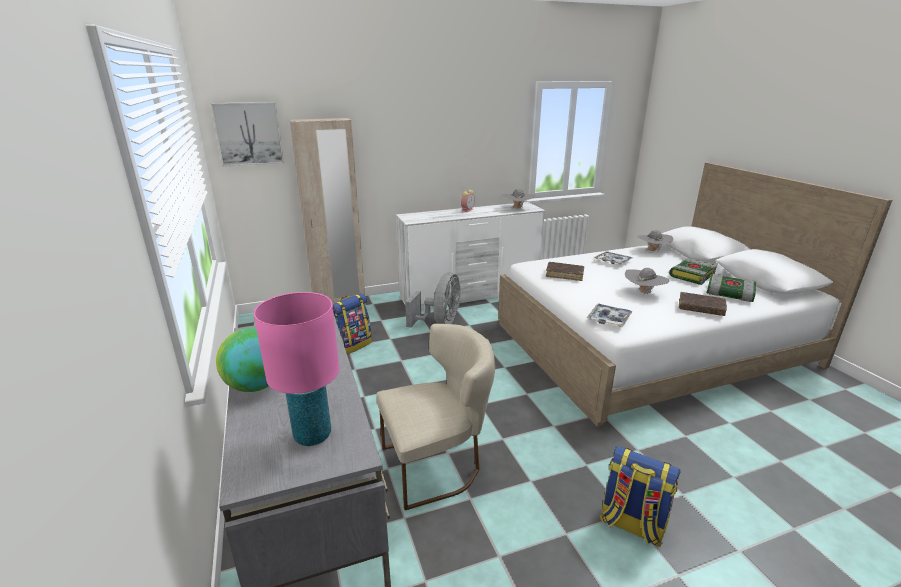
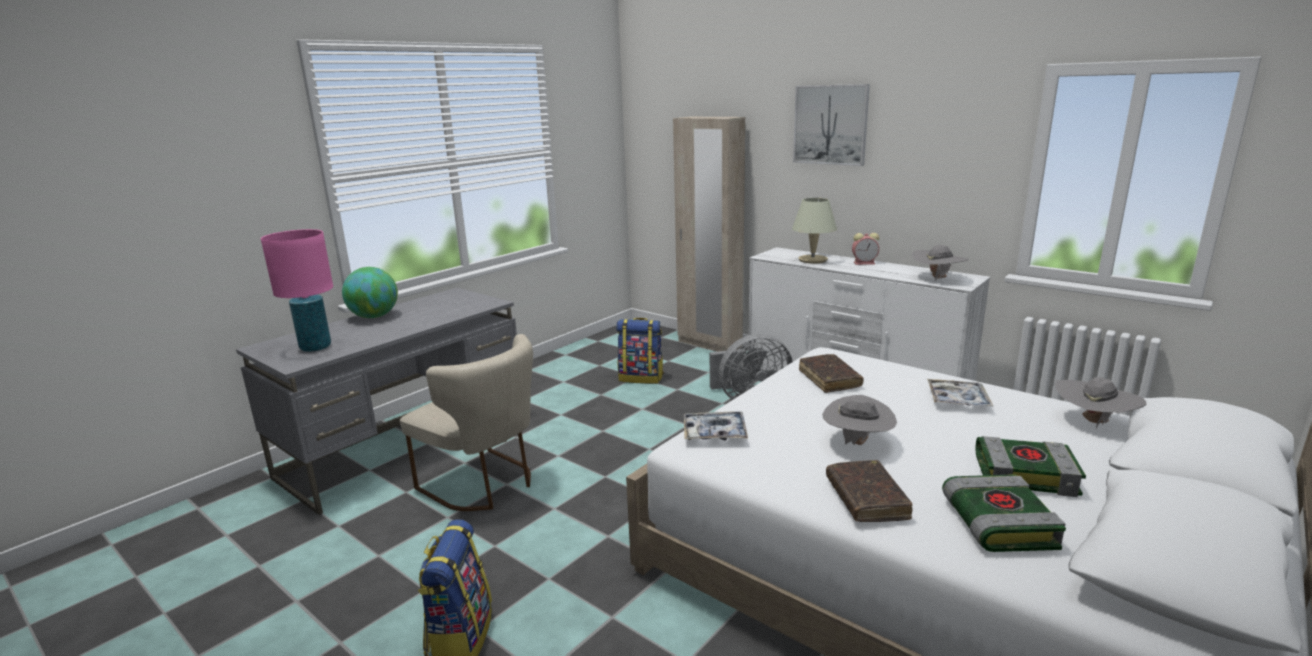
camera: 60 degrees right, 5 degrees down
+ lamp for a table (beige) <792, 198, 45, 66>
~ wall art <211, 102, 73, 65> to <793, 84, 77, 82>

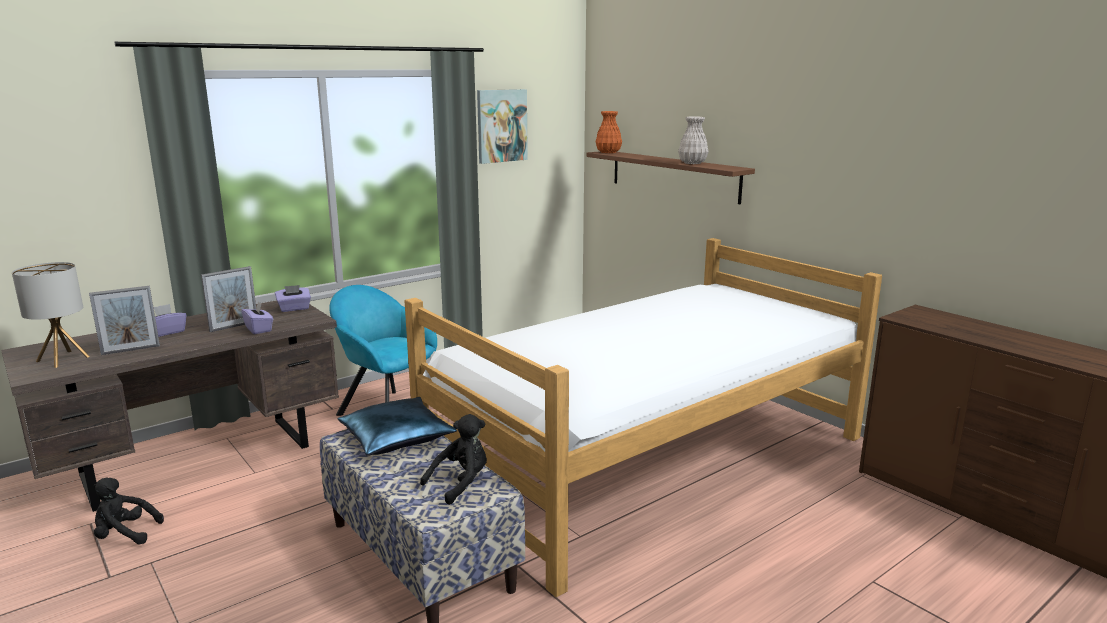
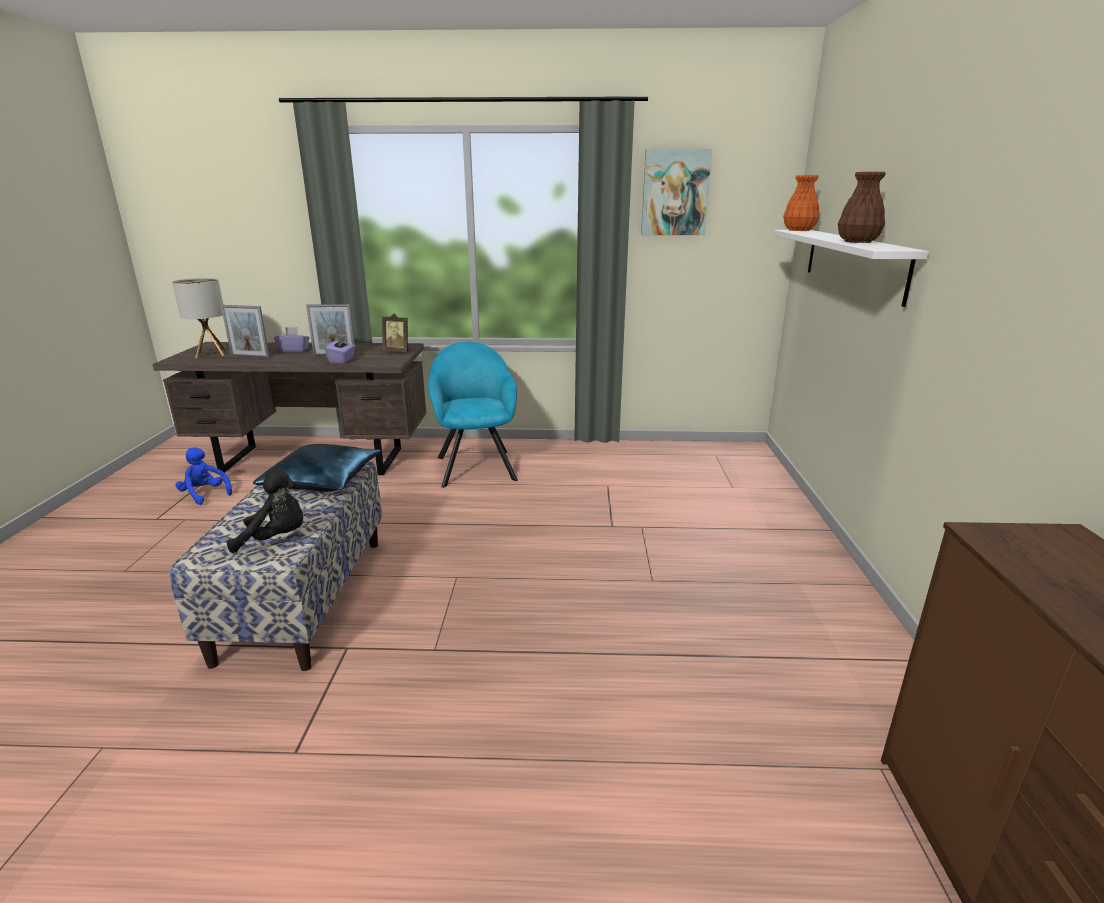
camera: 40 degrees right, 5 degrees up
- sleeping bed <405, 238, 477, 359>
~ tissue box (purple-coloured) <275, 285, 36, 27> to picture frame <382, 313, 29, 39>
~ plush toy (black-coloured) <94, 478, 70, 67> to plush toy (blue-coloured) <176, 447, 56, 58>
~ wall shelf (brown) <587, 151, 168, 53> to wall shelf (white-coloured) <773, 230, 156, 77>
~ vase (white-coloured) <678, 116, 31, 48> to vase (brown) <838, 172, 48, 71>

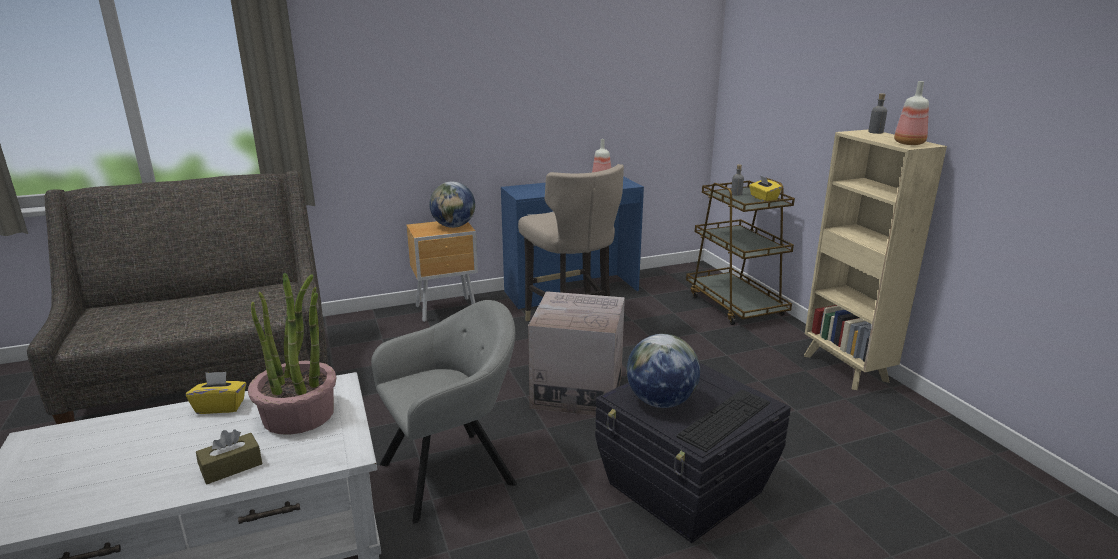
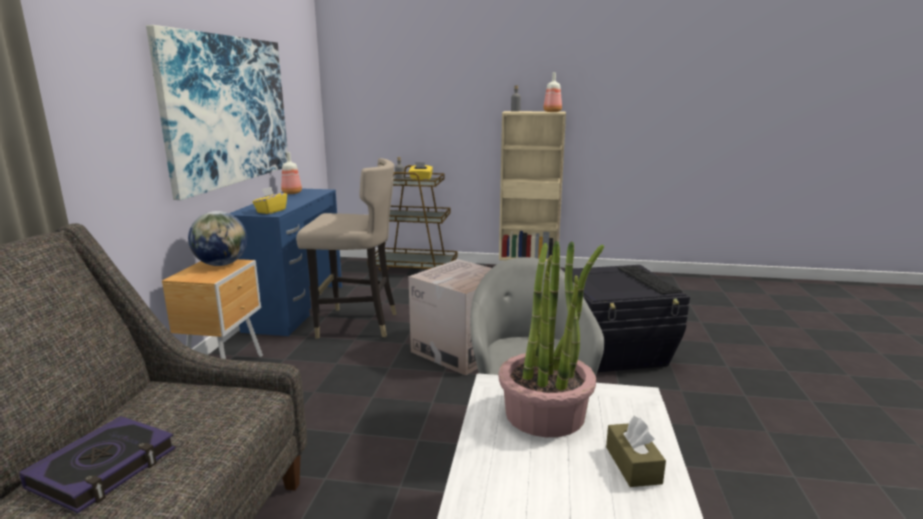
camera: 60 degrees left, 5 degrees down
- desk globe <627, 334, 73, 74>
+ volume <19, 416, 157, 97>
+ wall art <146, 25, 142, 175>
~ tissue box (yellowish) <186, 372, 60, 42> to <253, 187, 34, 27>

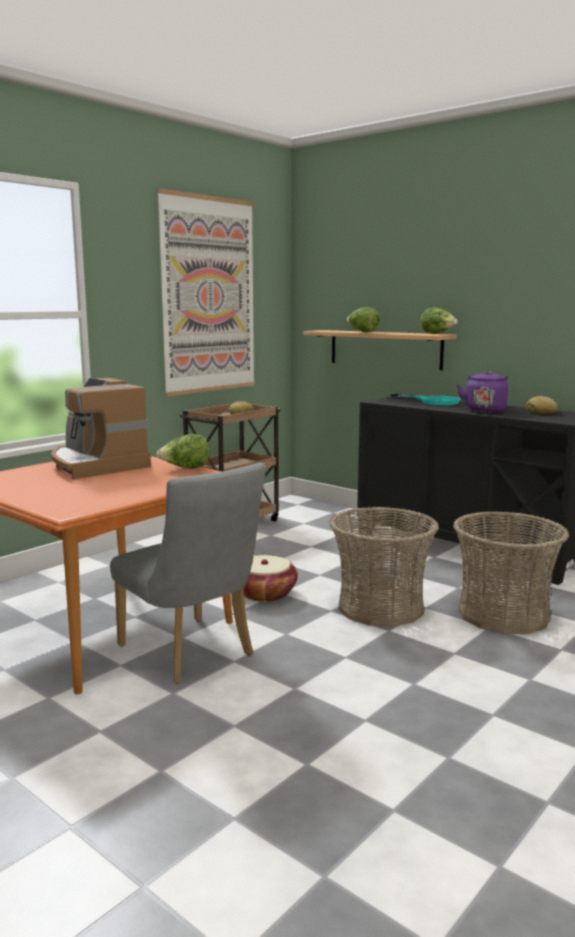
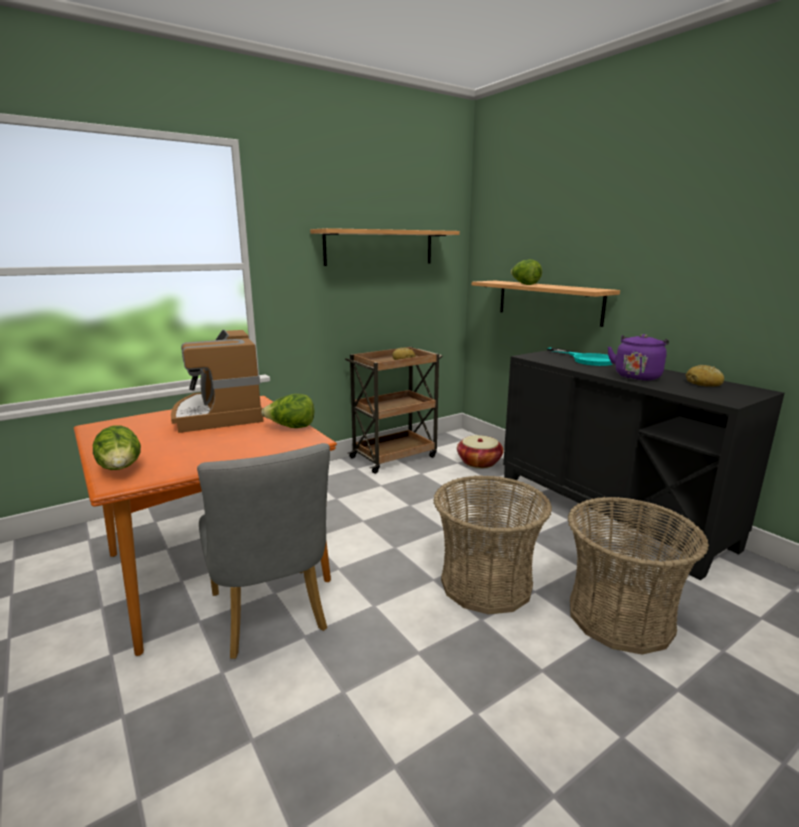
camera: 15 degrees right, 5 degrees up
~ basket <243, 555, 55, 47> to <457, 435, 47, 33>
~ head of lettuce <420, 307, 38, 27> to <93, 425, 48, 45>
~ wall art <157, 188, 98, 208> to wall shelf <310, 228, 150, 38>

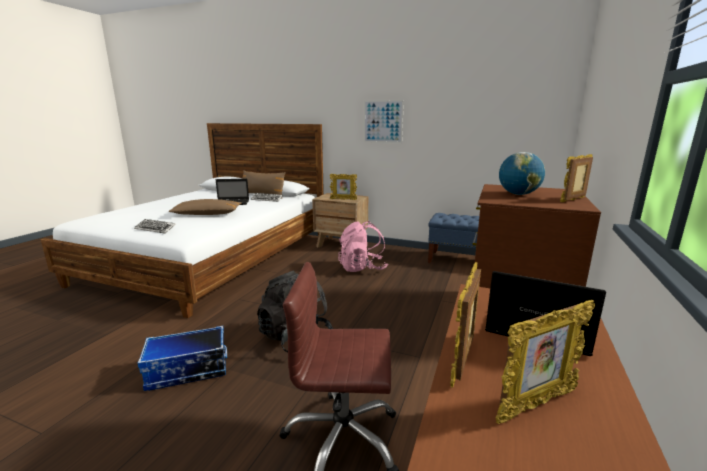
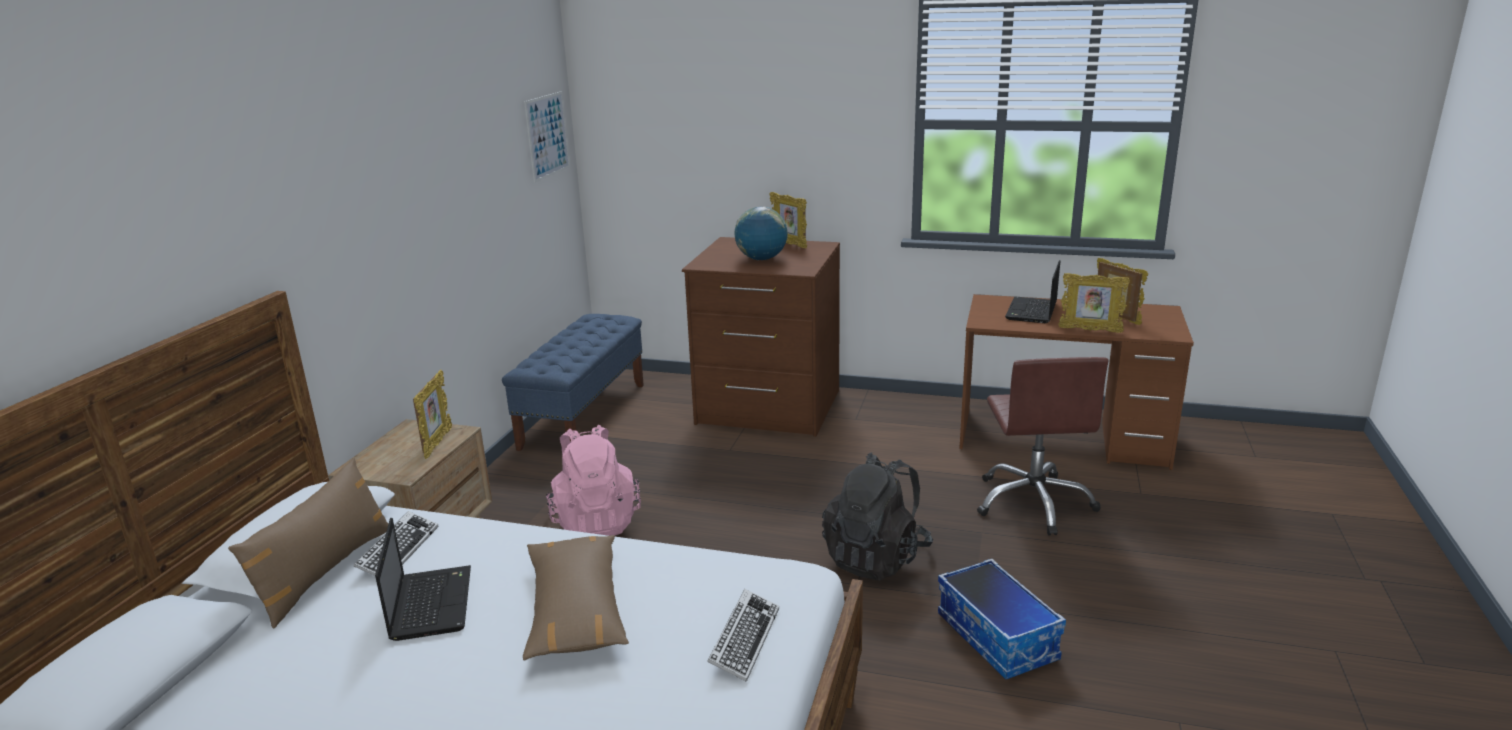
camera: 95 degrees left, 5 degrees up
~ wall art <364, 100, 40, 43> to <524, 91, 46, 92>

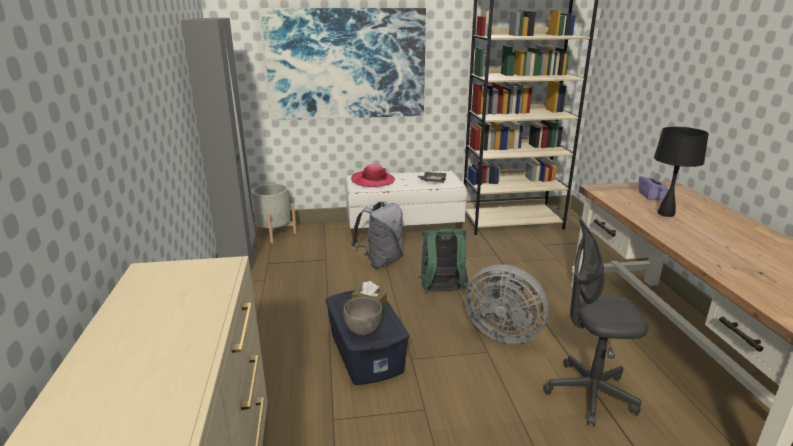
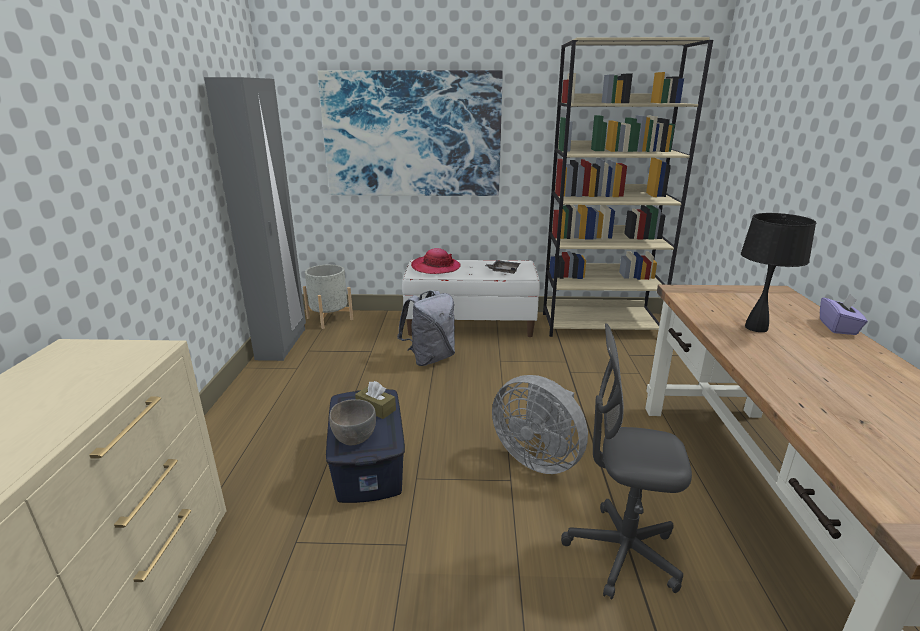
camera: 10 degrees right, 0 degrees up
- backpack (greenish) <418, 228, 50, 62>
~ tissue box (purple-coloured) <639, 173, 30, 27> to <820, 294, 48, 41>

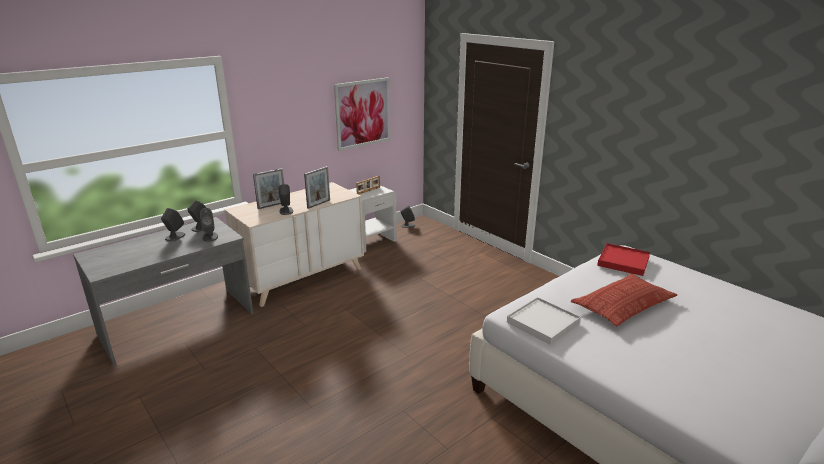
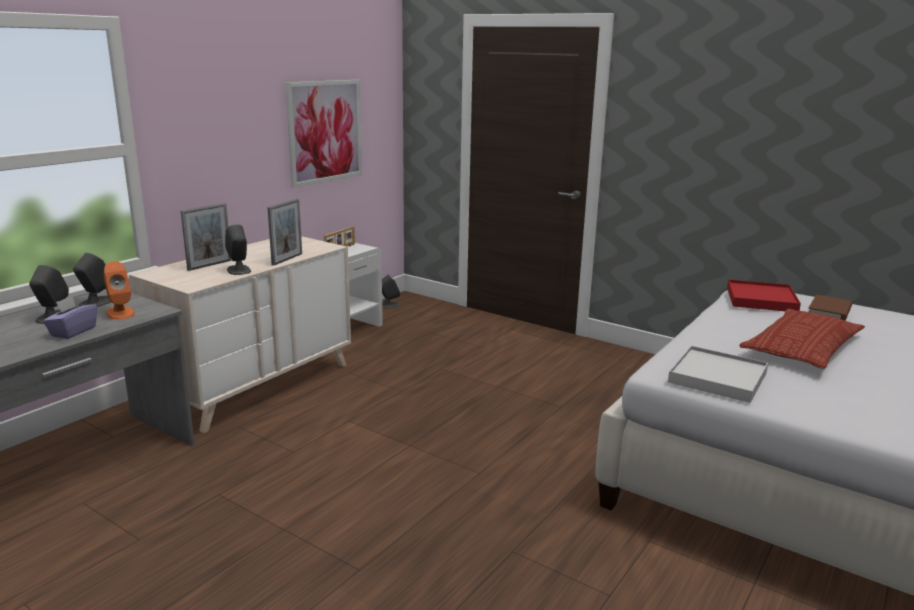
camera: 15 degrees left, 5 degrees down
+ tissue box (purple-coloured) <43, 296, 54, 43>
+ volume (brown) <808, 294, 44, 27>
~ audio speaker (gray) <200, 208, 18, 34> to audio speaker (orangey) <104, 261, 31, 59>

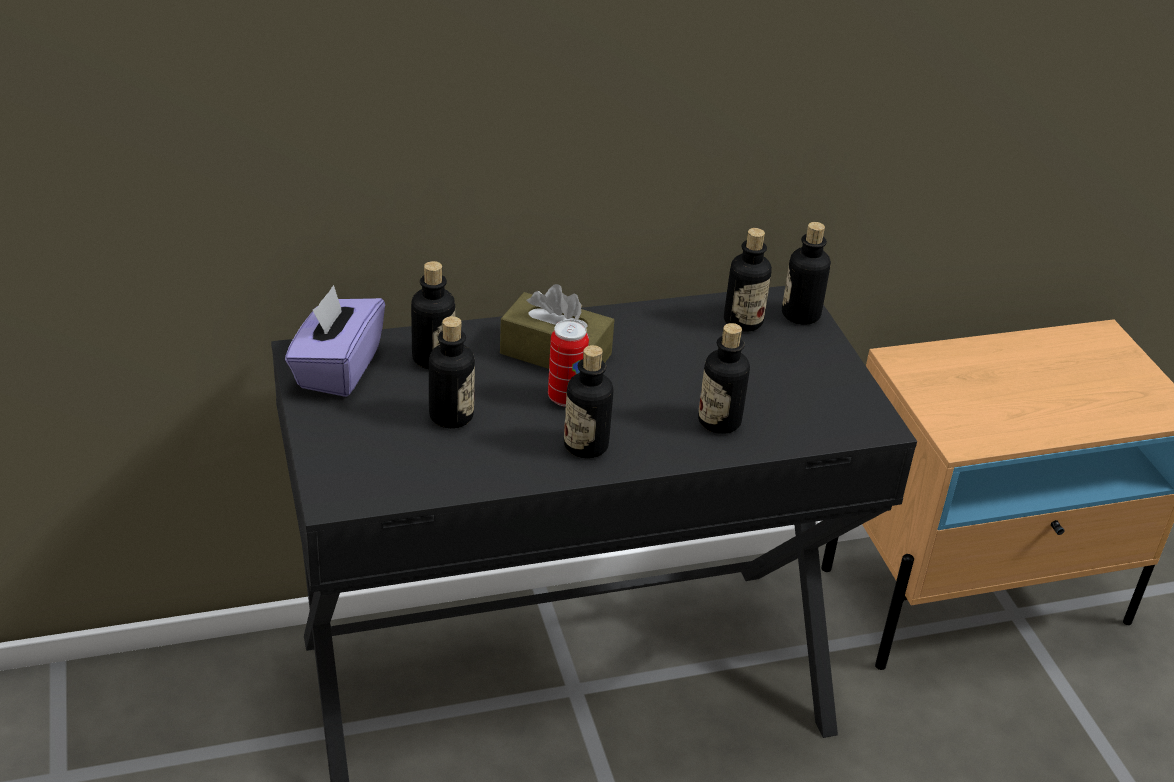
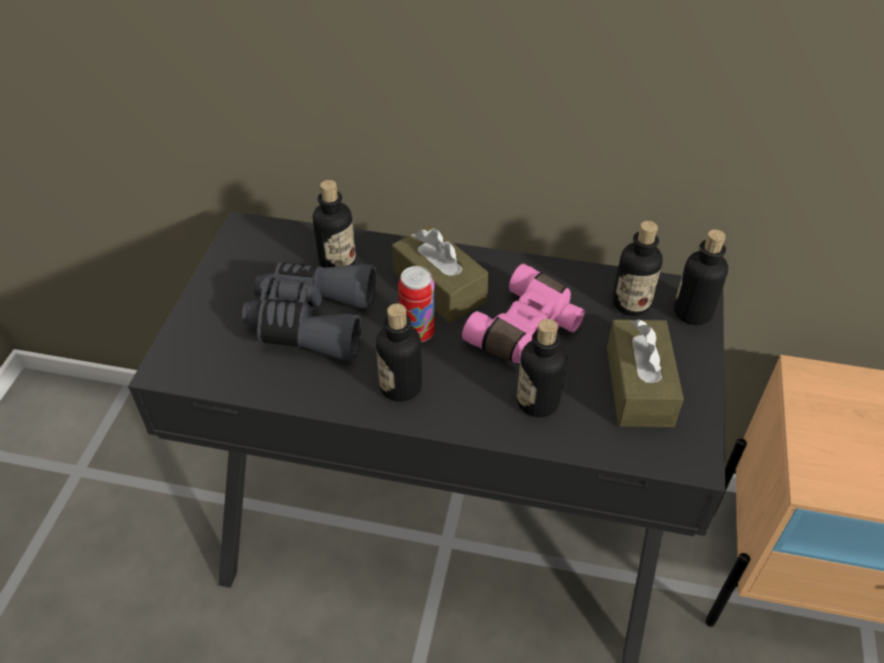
camera: 30 degrees right, 10 degrees up
- tissue box (purple-coloured) <285, 285, 100, 112>
+ binoculars (pink) <462, 264, 123, 99>
+ tissue box (brown) <607, 319, 77, 108>
~ drink bottle <429, 316, 46, 112> to binoculars (gray) <242, 262, 134, 99>

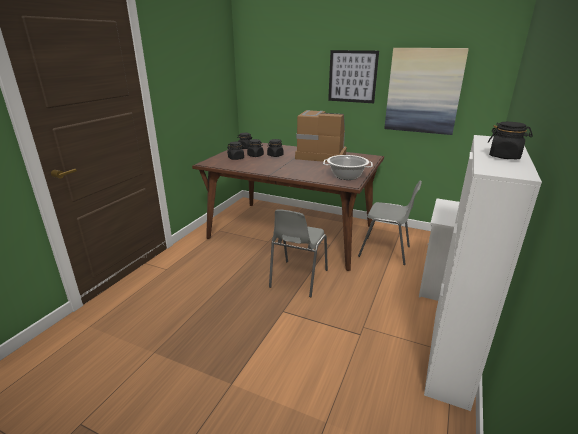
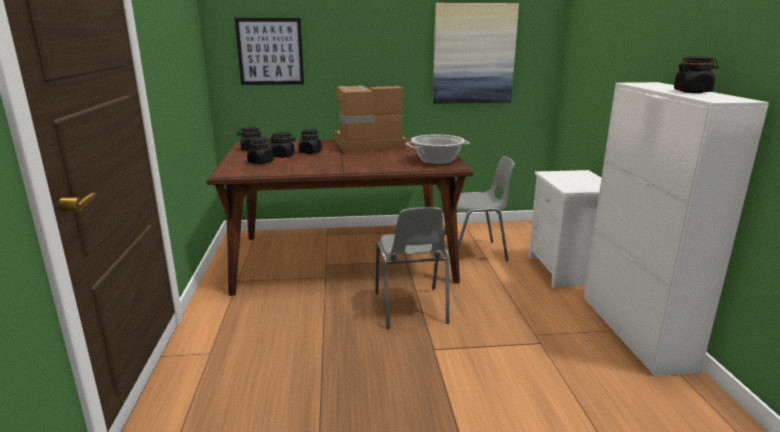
camera: 30 degrees left, 5 degrees down
~ wall art <328, 50, 51, 53> to <235, 18, 69, 67>

